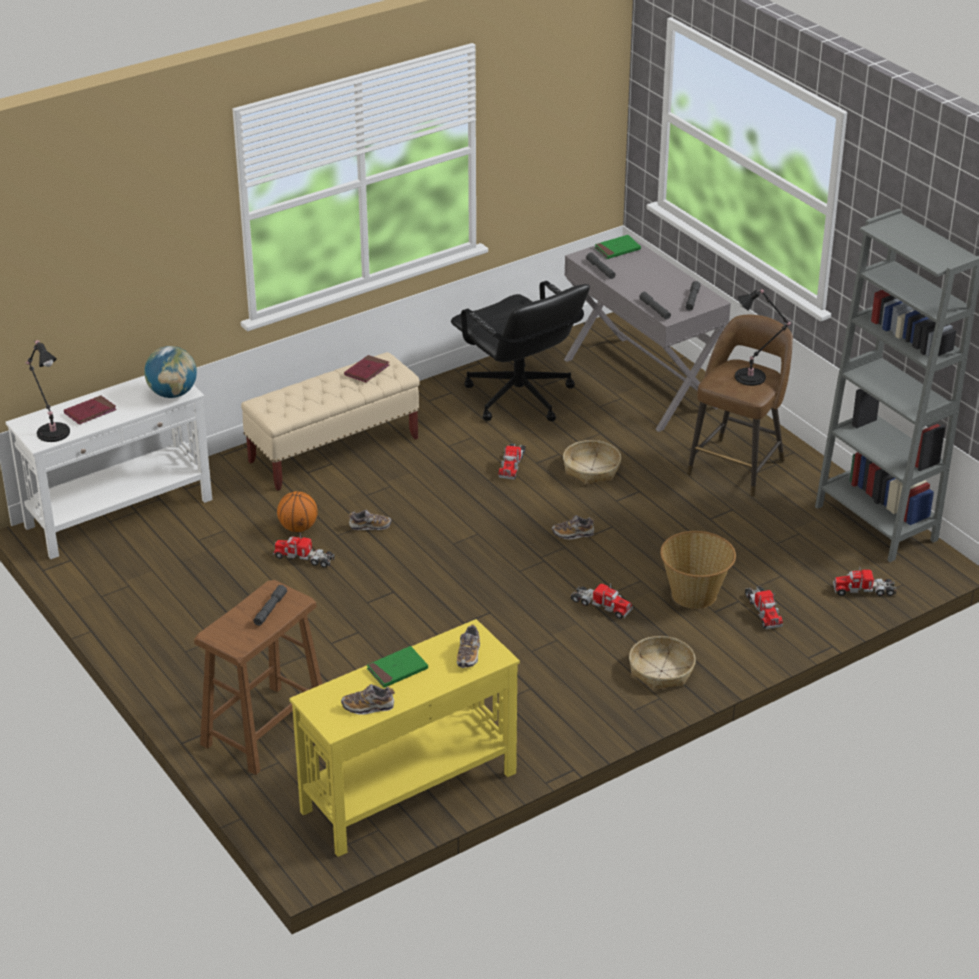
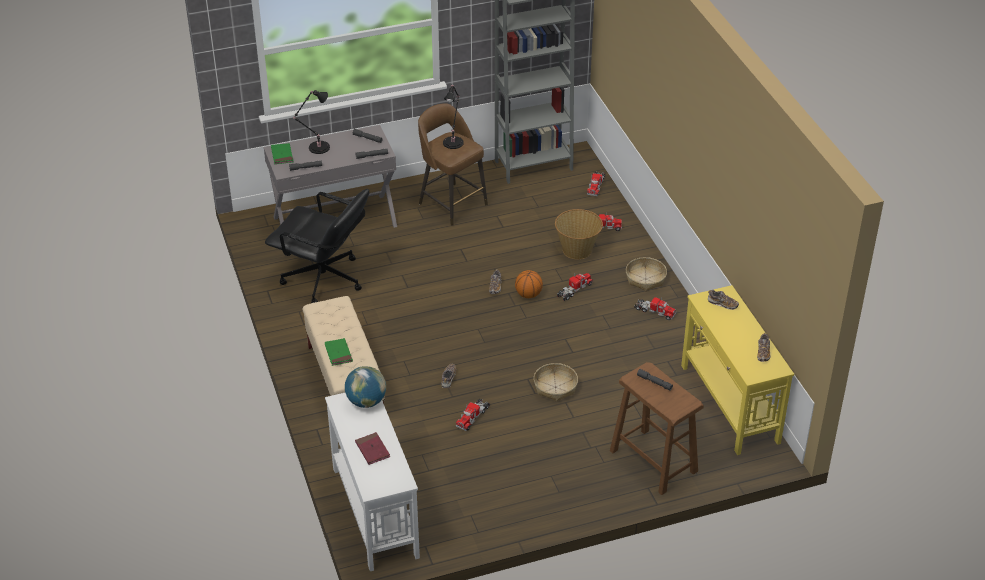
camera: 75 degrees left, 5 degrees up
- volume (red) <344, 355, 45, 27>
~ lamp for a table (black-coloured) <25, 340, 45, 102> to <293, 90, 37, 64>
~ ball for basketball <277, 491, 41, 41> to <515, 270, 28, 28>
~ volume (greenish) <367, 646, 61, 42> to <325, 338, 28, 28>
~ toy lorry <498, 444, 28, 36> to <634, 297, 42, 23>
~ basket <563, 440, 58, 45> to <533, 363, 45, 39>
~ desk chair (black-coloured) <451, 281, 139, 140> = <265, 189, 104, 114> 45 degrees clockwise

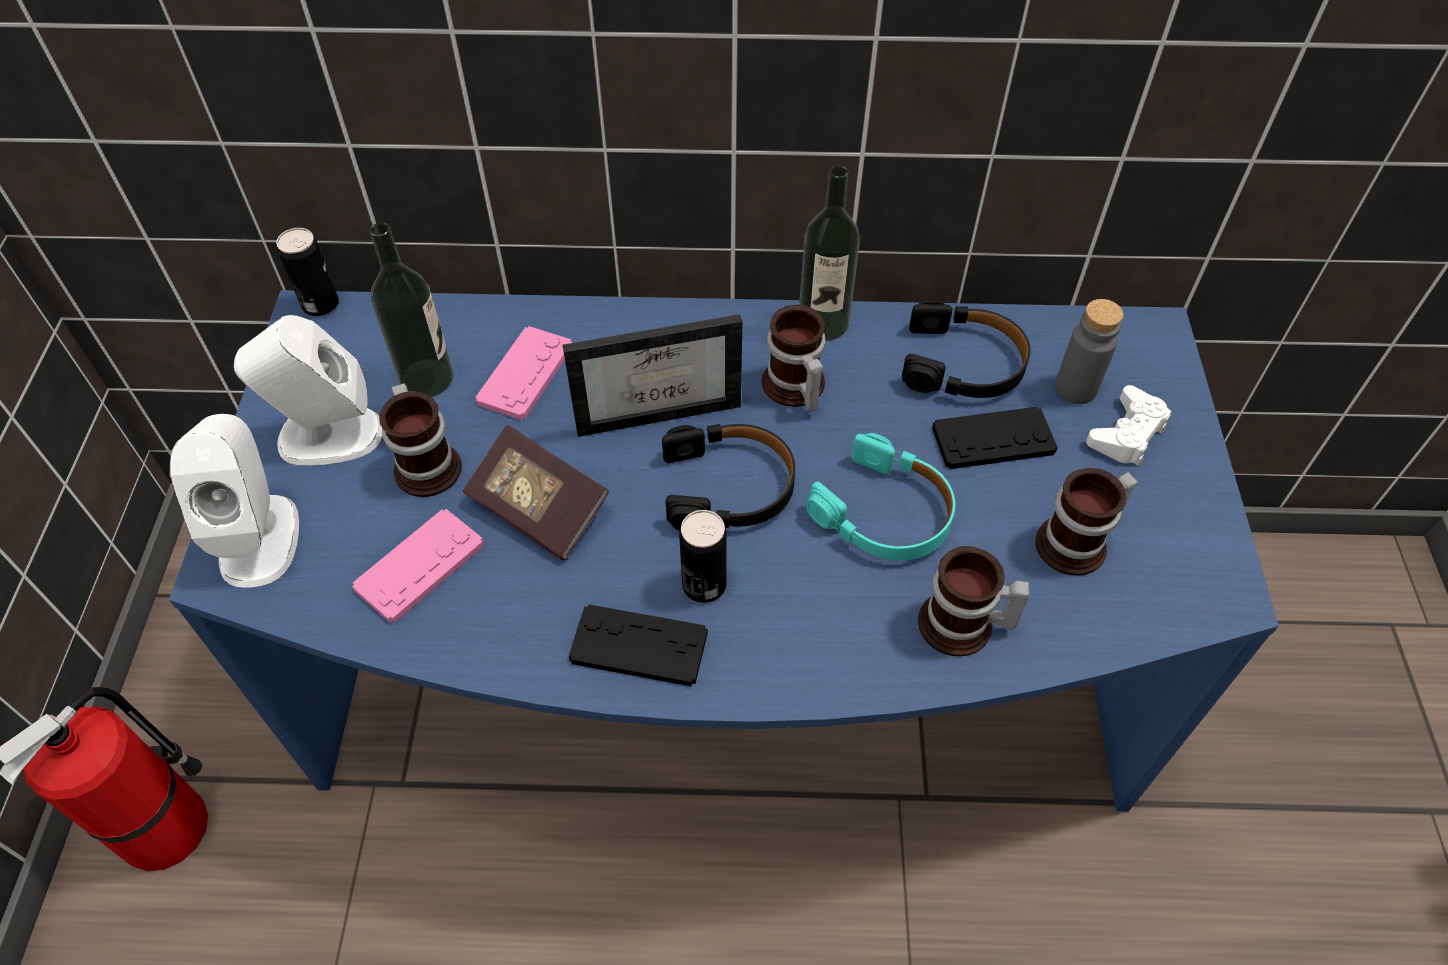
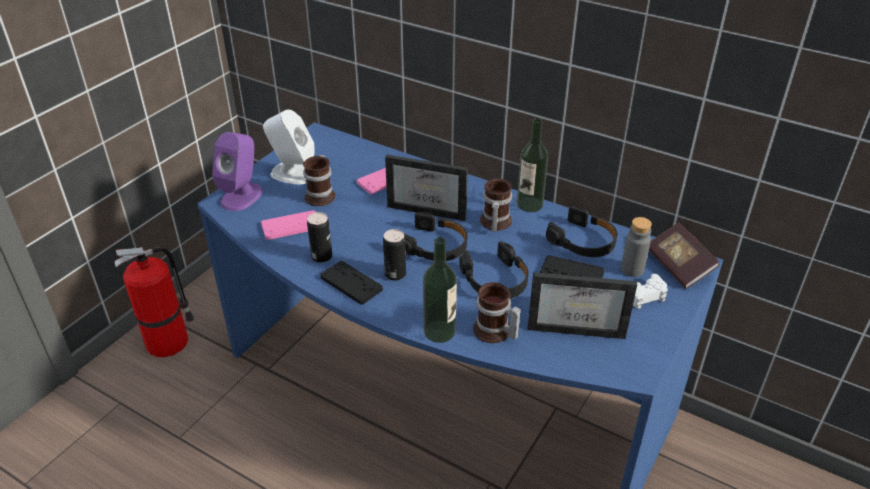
camera: 30 degrees right, 15 degrees down
~ can <276, 228, 63, 88> to <307, 212, 25, 51>
~ drink bottle <369, 222, 84, 175> to <423, 237, 34, 106>
~ volume <463, 425, 146, 135> to <649, 222, 71, 67>
~ tea mug <1035, 468, 103, 108> to picture frame <528, 272, 109, 67>
~ audio speaker (white-coloured) <170, 414, 129, 174> to audio speaker (purple-coloured) <212, 132, 51, 79>
~ headset (turquoise-coloured) <806, 433, 149, 128> to headset (black-coloured) <459, 241, 70, 58>

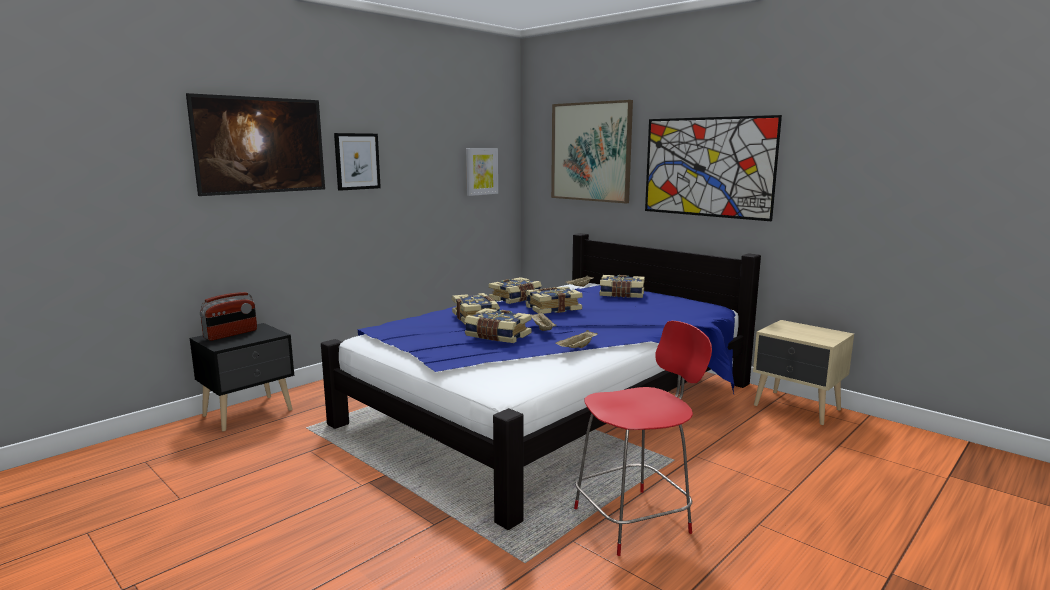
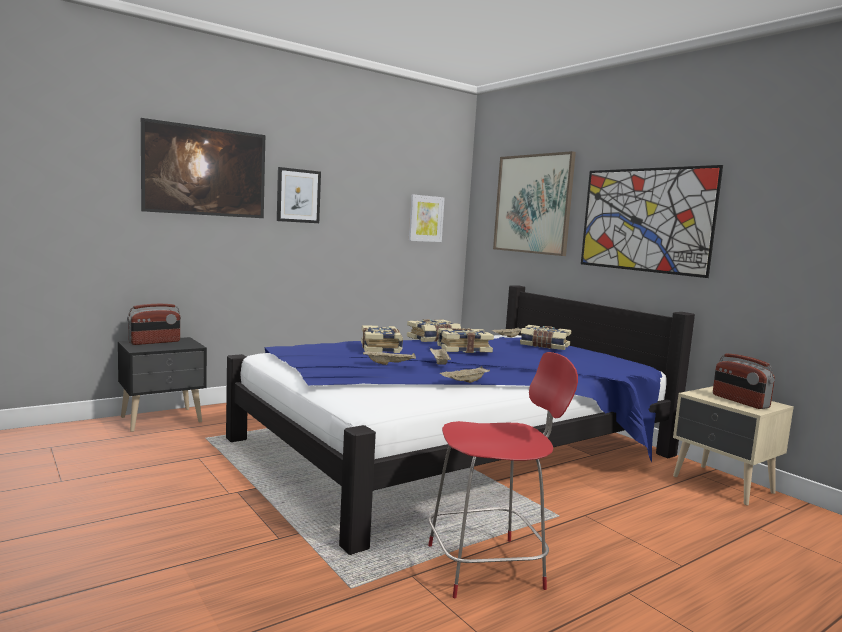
camera: 10 degrees right, 5 degrees down
+ radio set <713, 354, 62, 55>
~ volume <464, 308, 68, 35> to carrying tray (beige) <363, 351, 53, 14>

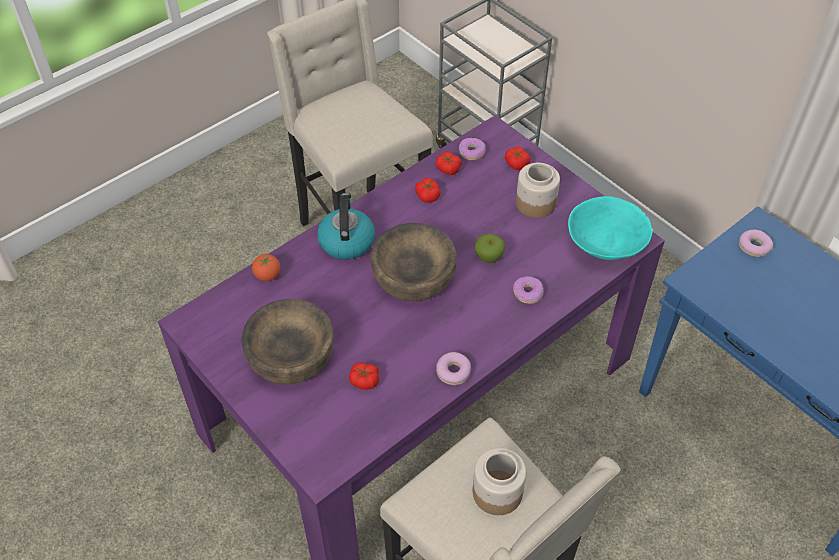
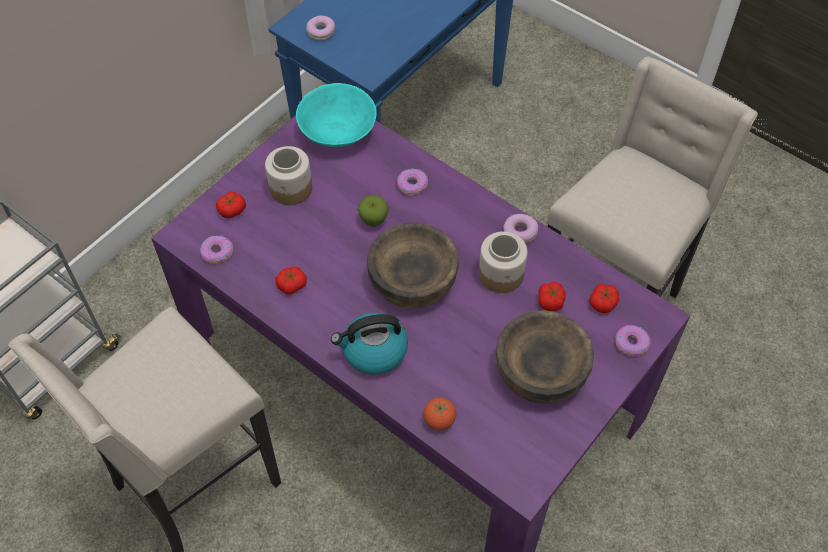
camera: 100 degrees left, 5 degrees up
+ ring doughnut <615, 325, 36, 31>
~ fresh tomato <435, 152, 27, 23> to <589, 284, 30, 29>
~ jar <473, 448, 53, 67> to <479, 231, 49, 62>

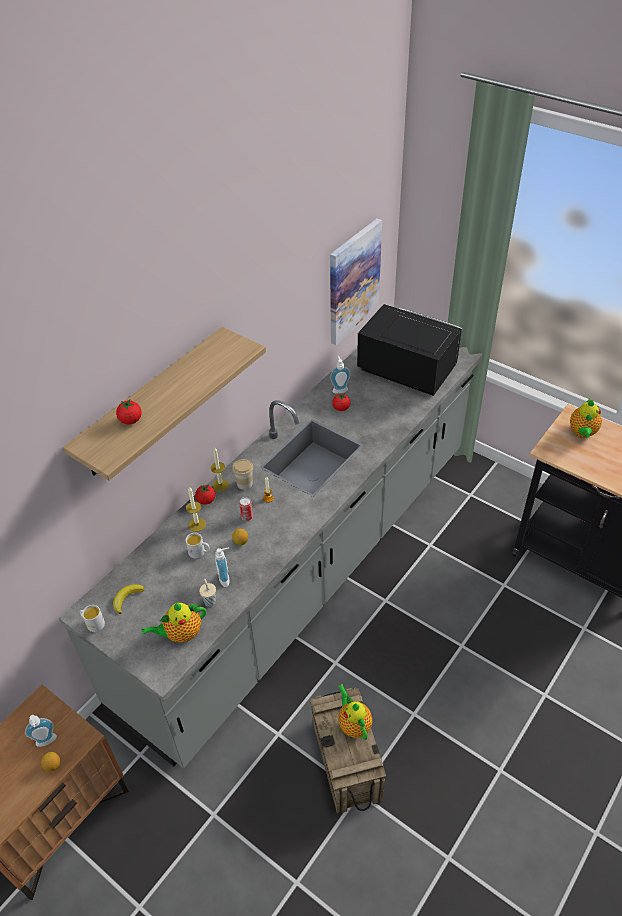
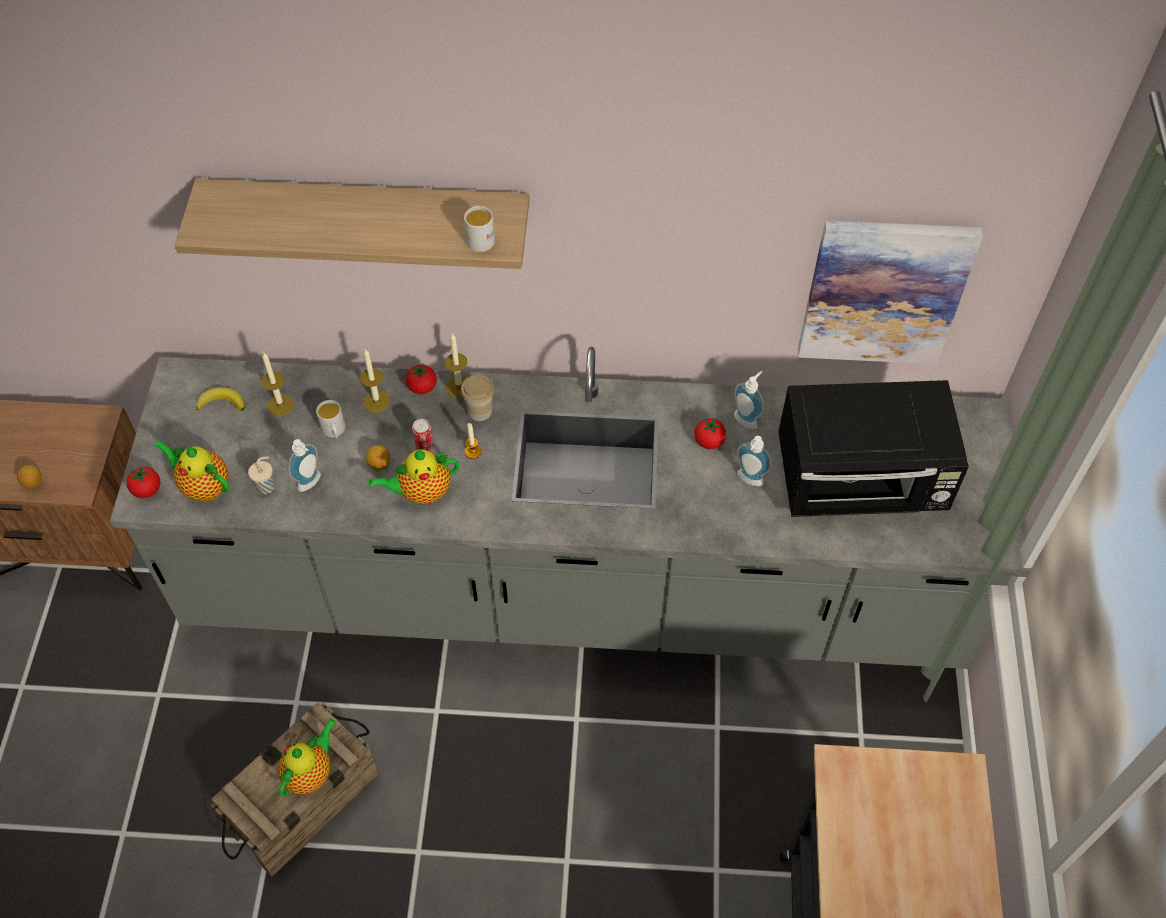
camera: 55 degrees right, 10 degrees up
+ wax light <261, 352, 33, 64>
~ soap bottle <25, 715, 32, 32> to <737, 436, 35, 50>
~ tea mug (white-coloured) <79, 605, 26, 27> to <464, 205, 31, 47>
~ fresh tomato <116, 399, 26, 25> to <127, 466, 33, 32>
~ teapot <570, 398, 32, 40> to <368, 449, 91, 55>
~ kitchen microwave (black-coloured) <357, 304, 106, 92> = <778, 380, 191, 137> 90 degrees clockwise

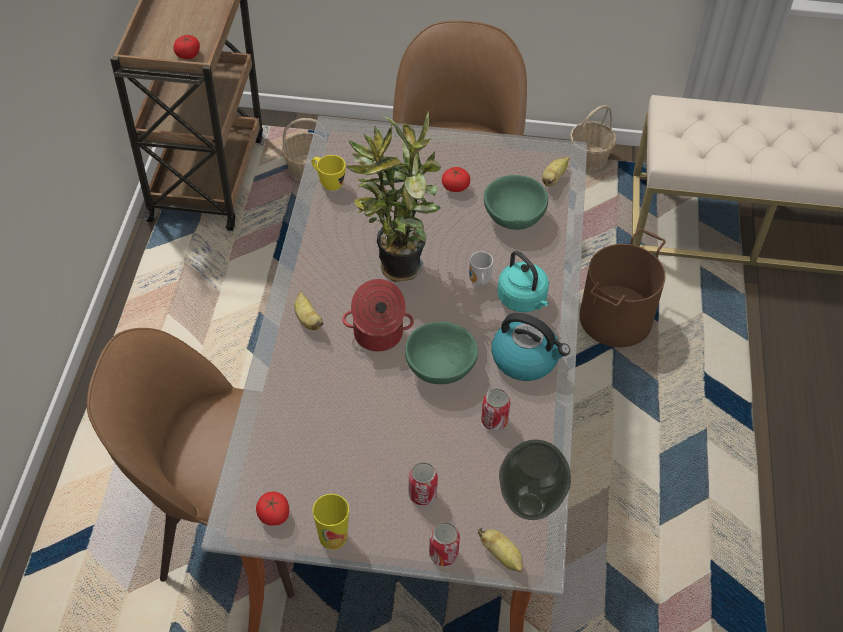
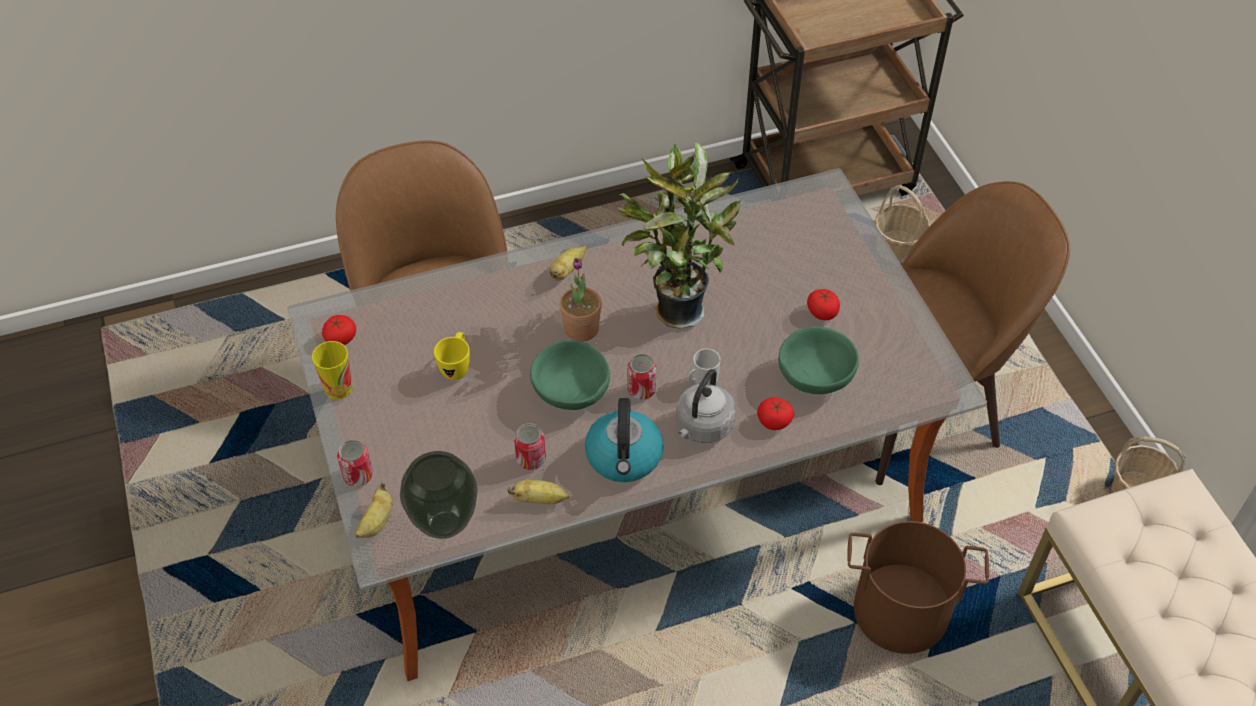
camera: 65 degrees right, 0 degrees up
~ fresh tomato <173, 35, 27, 24> to <757, 397, 37, 33>
~ tea mug (yellowish) <311, 155, 35, 36> to <434, 332, 36, 48>
~ can <409, 462, 29, 43> to <627, 354, 29, 46>
~ whole banana <542, 157, 27, 30> to <507, 480, 62, 24>
~ cooking pot <342, 279, 72, 73> to potted plant <560, 258, 42, 84>
~ tea kettle (turquoise-coloured) <497, 250, 52, 62> to tea kettle (gray) <676, 369, 60, 74>

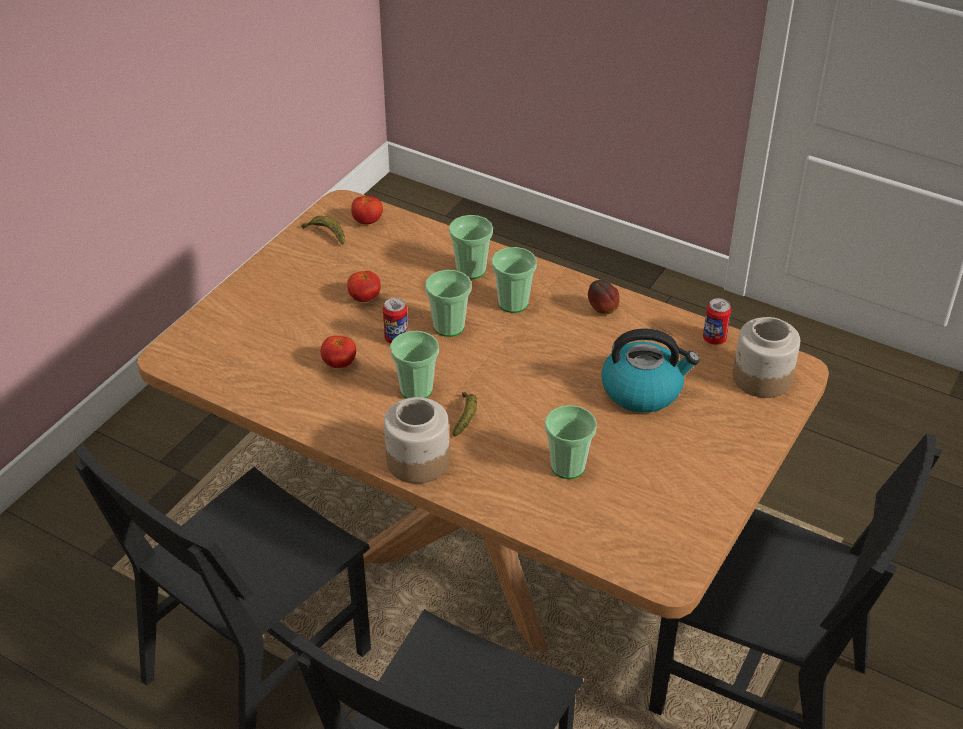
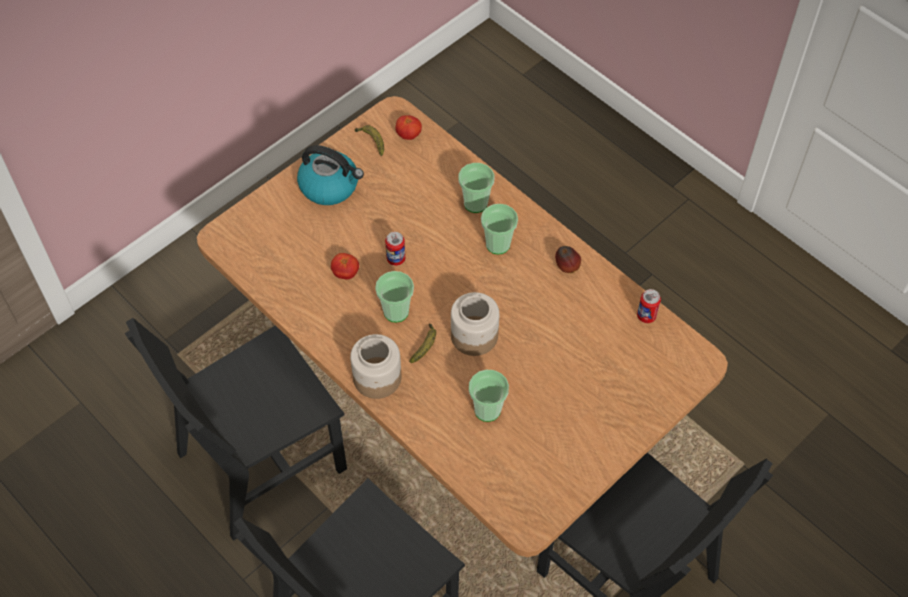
camera: 15 degrees right, 15 degrees up
- fresh tomato <347, 271, 34, 31>
- small cup <425, 270, 47, 67>
~ tea kettle <601, 329, 99, 84> to <297, 145, 67, 60>
~ jar <733, 317, 67, 81> to <451, 292, 48, 64>

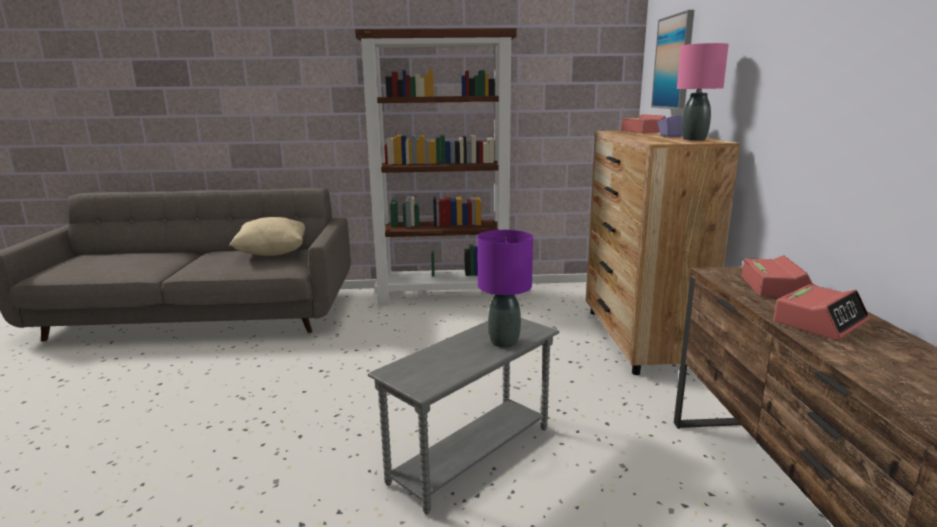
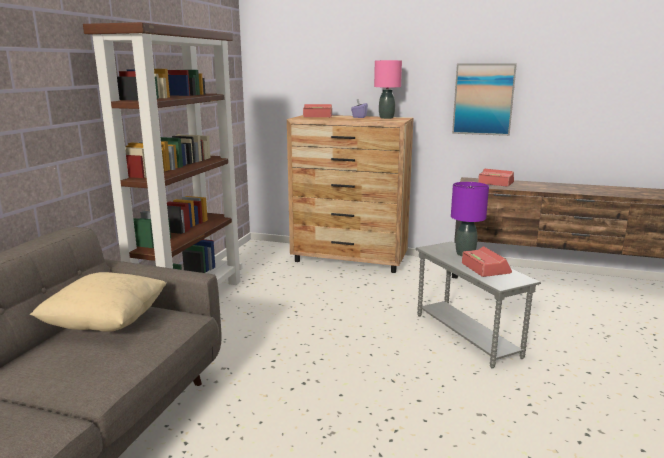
camera: 70 degrees left, 0 degrees up
~ wall art <651, 10, 43, 99> to <452, 63, 65, 73>
~ table clock <773, 284, 97, 56> to <462, 246, 50, 31>

